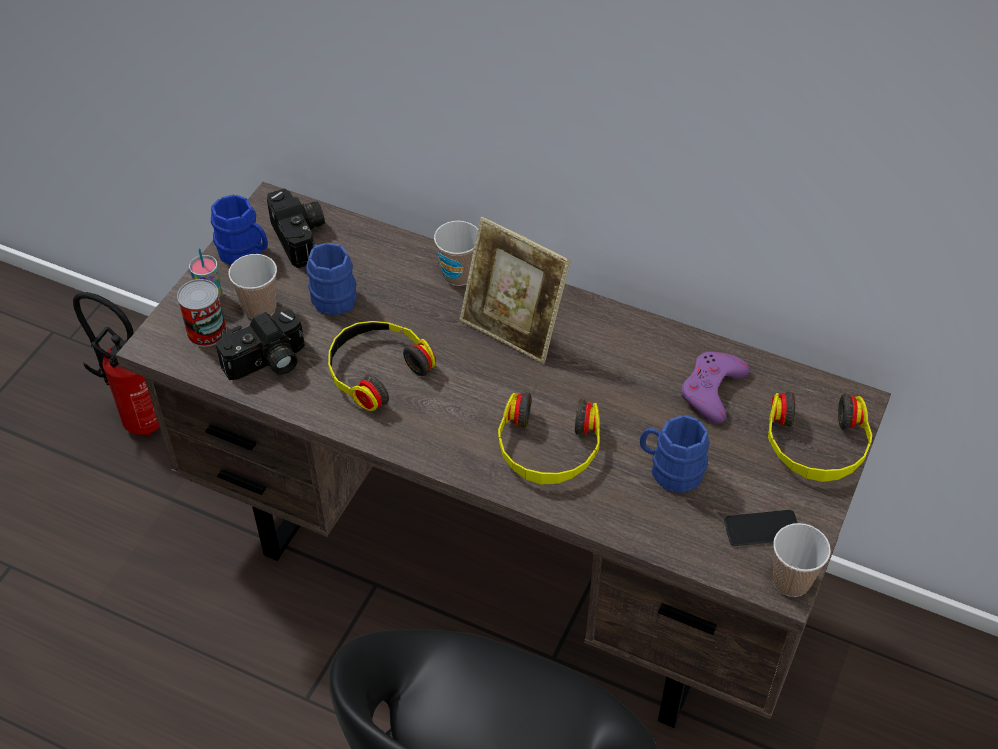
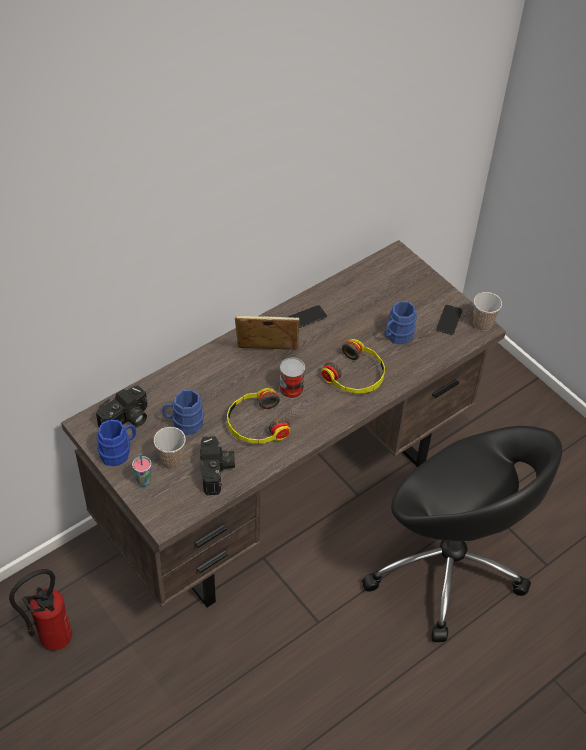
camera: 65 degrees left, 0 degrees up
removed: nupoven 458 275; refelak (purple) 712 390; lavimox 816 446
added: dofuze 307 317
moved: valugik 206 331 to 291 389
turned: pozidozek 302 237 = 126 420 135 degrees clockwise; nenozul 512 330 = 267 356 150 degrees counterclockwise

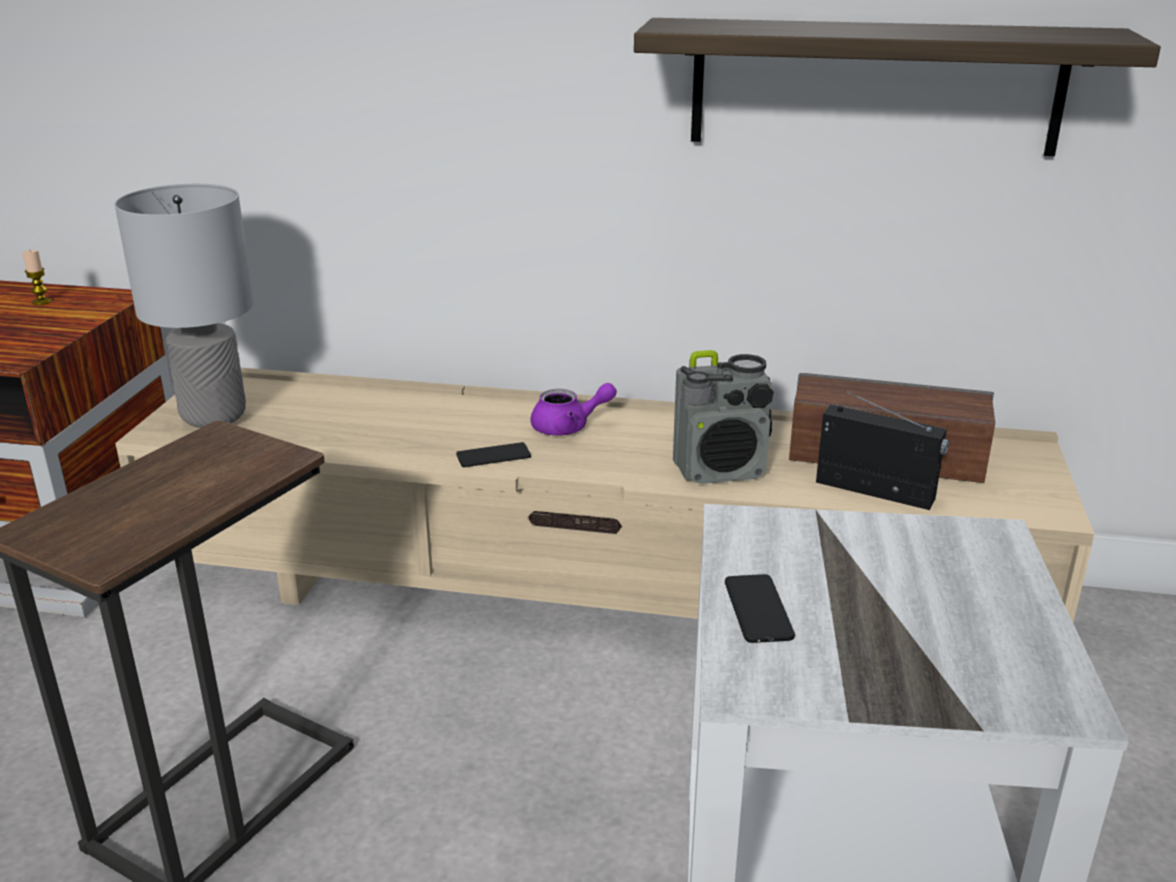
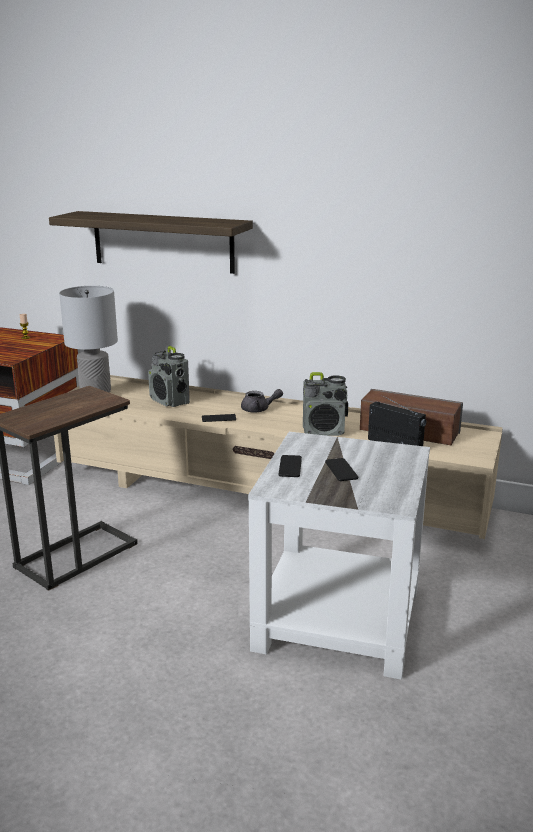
camera: 10 degrees right, 5 degrees down
added: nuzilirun 170 401; dofuze 341 470
moved: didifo 874 86 to 162 242
recoloured: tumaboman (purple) 568 427 to tumaboman (grey) 259 409

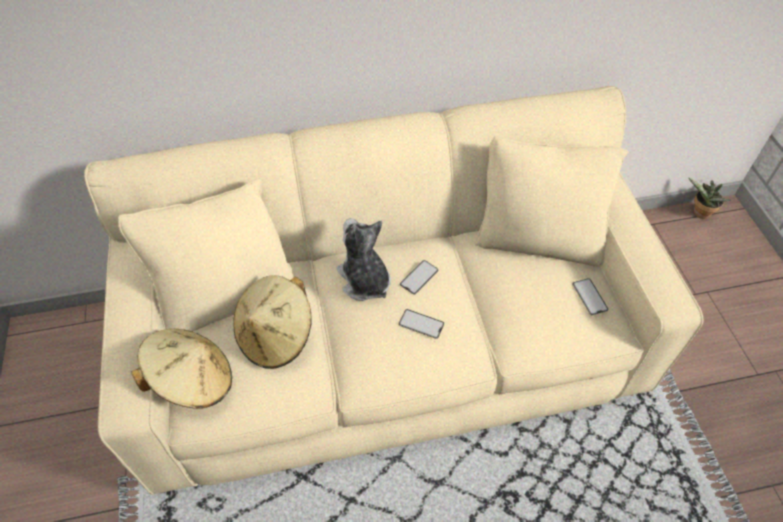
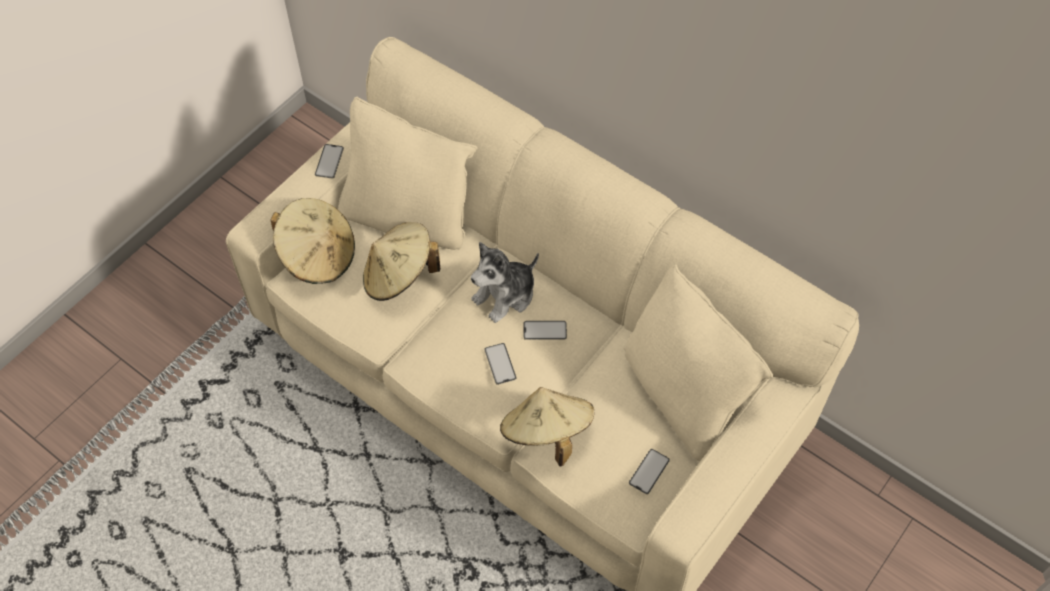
camera: 50 degrees right, 5 degrees up
removed: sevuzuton 699 214
added: dofuze 329 161; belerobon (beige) 546 434
turned: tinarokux 364 281 = 505 295 150 degrees counterclockwise

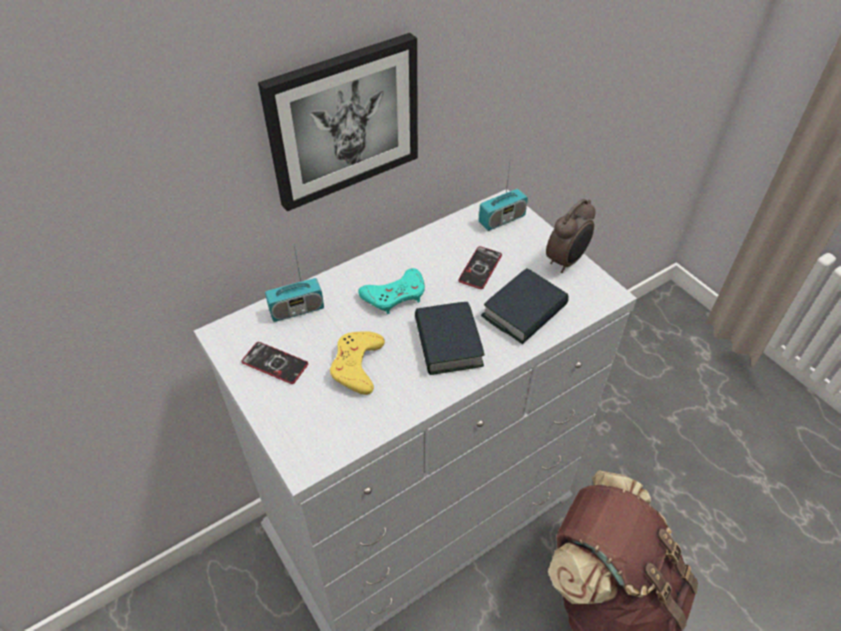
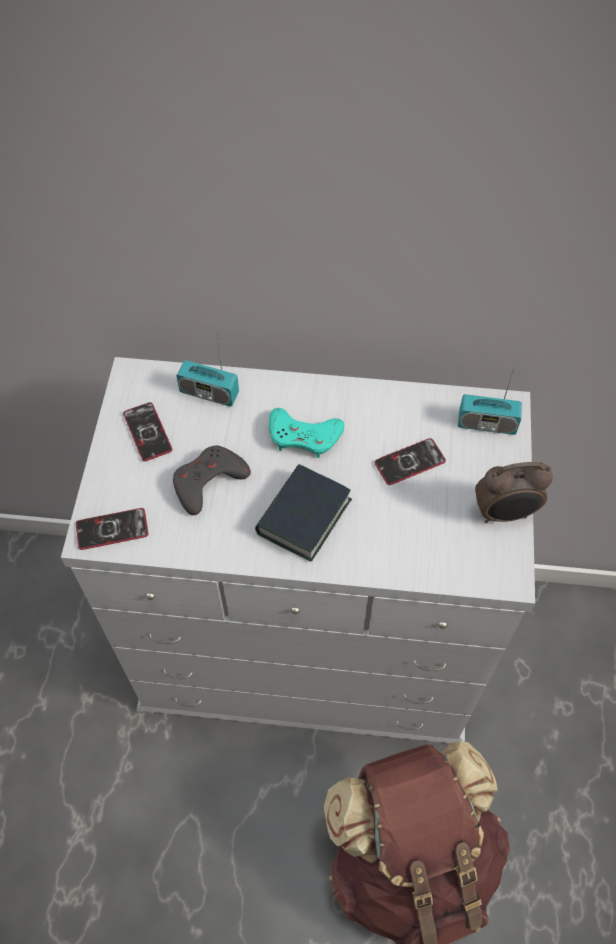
camera: 40 degrees right, 10 degrees up
removed: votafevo 343 121; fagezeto 524 312
added: dofuze 112 529
recoloured: refelak (yellow) 357 365 to refelak (grey) 208 481

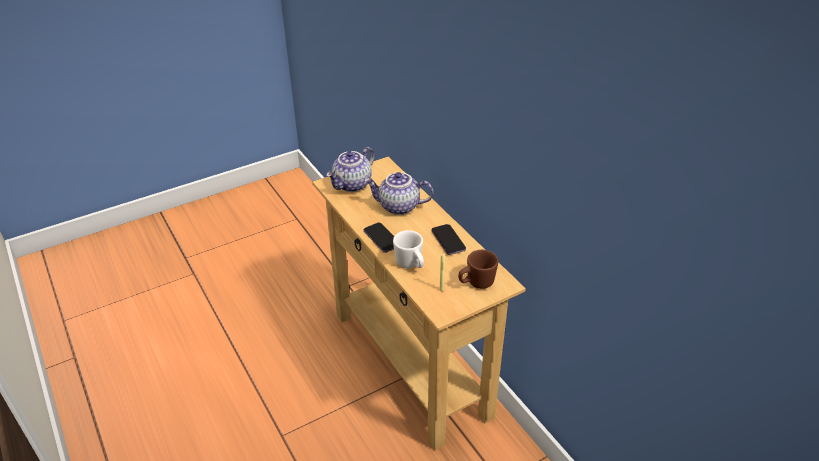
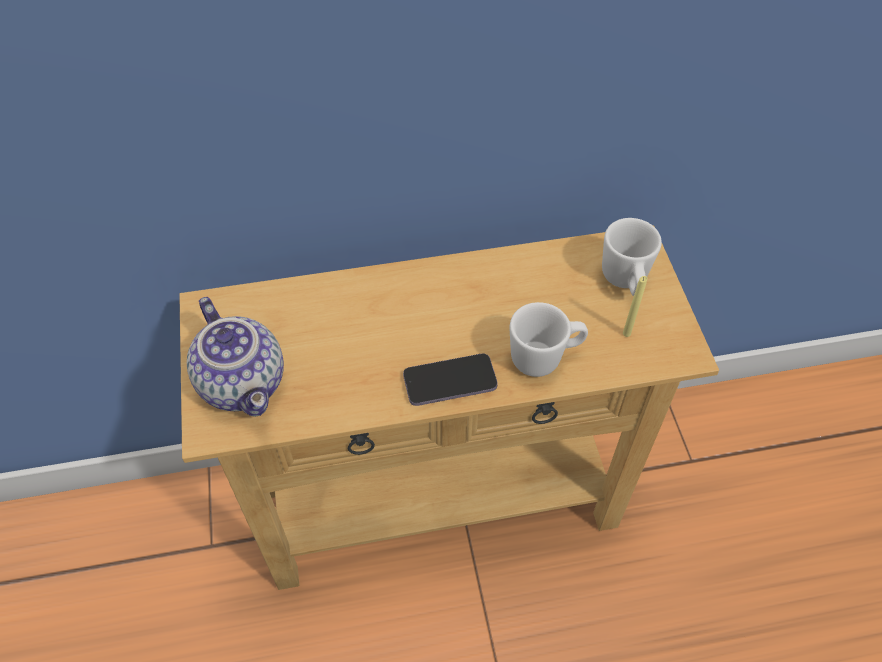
camera: 70 degrees left, 15 degrees up
removed: tumaboman 398 207; dofuze 448 241
recoloured: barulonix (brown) 476 283 to barulonix (white) 625 281

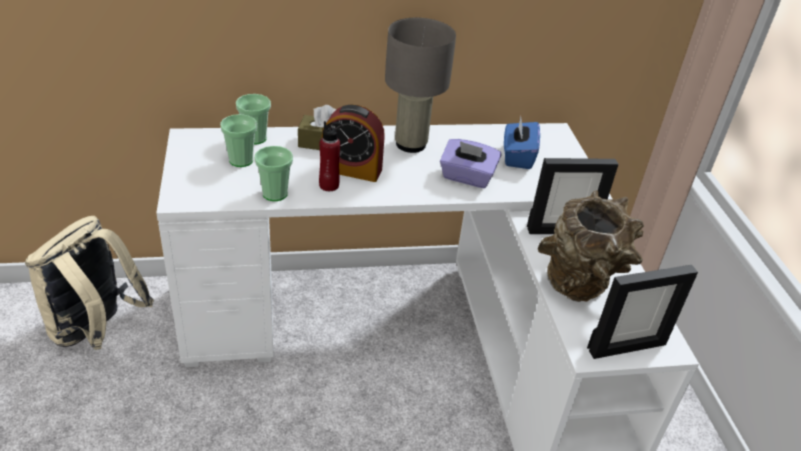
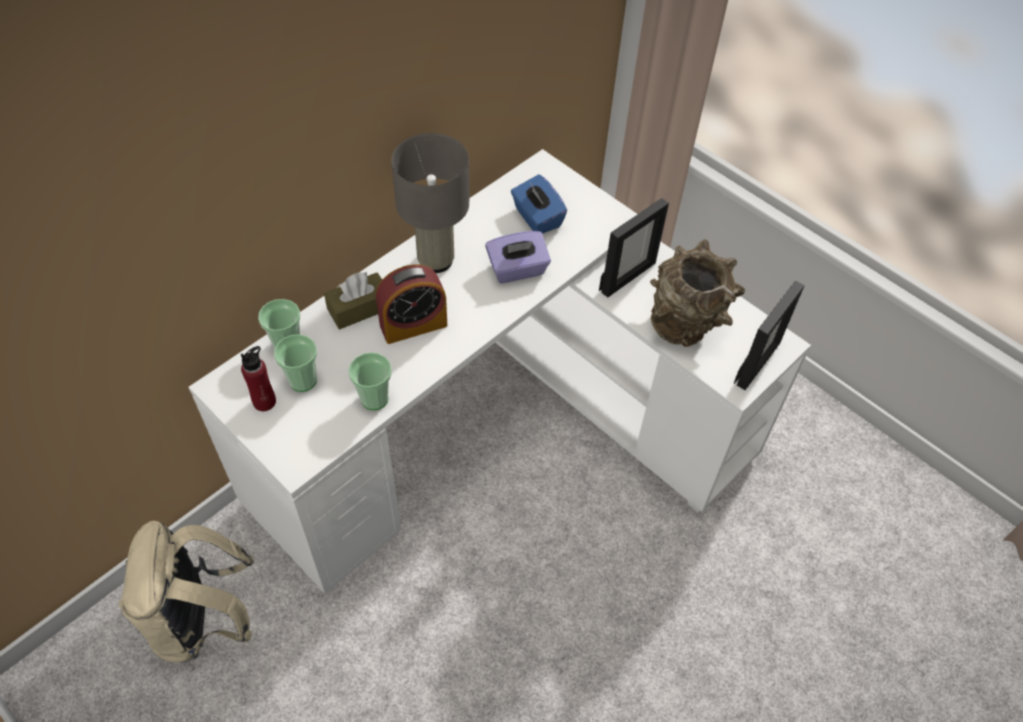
camera: 35 degrees left, 15 degrees up
moved: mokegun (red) 329 185 to 264 402

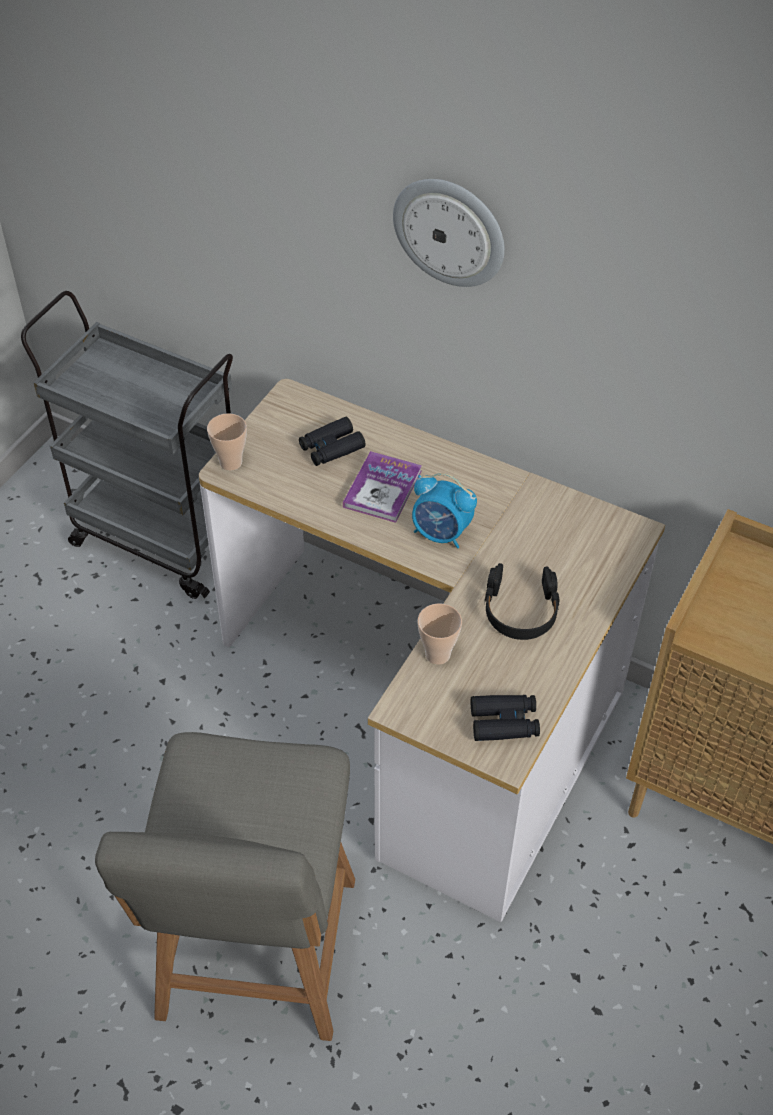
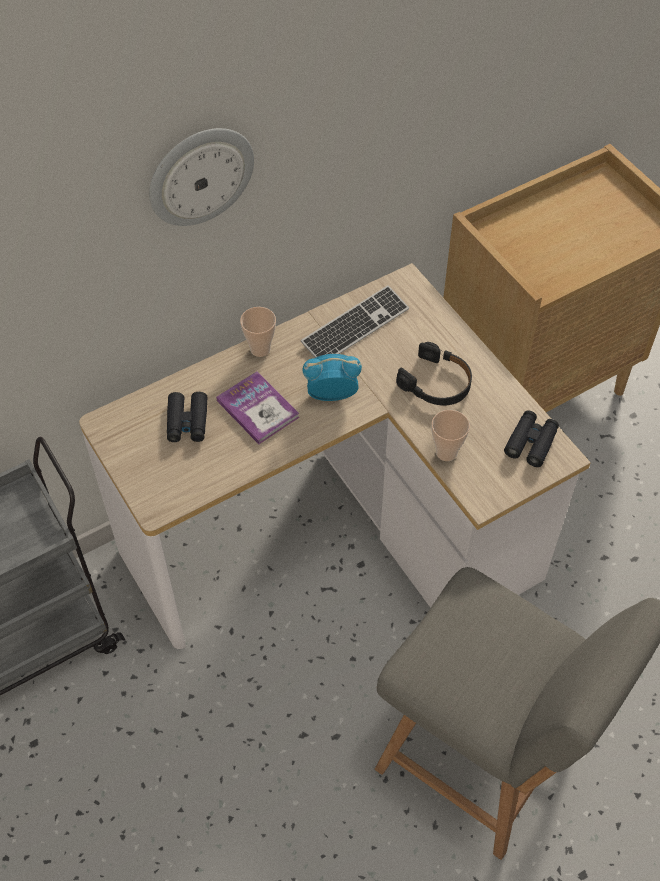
camera: 60 degrees left, 5 degrees up
added: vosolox 355 327
moved: nupoven 231 462 to 260 349
turned: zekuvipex 441 534 = 331 394 150 degrees counterclockwise

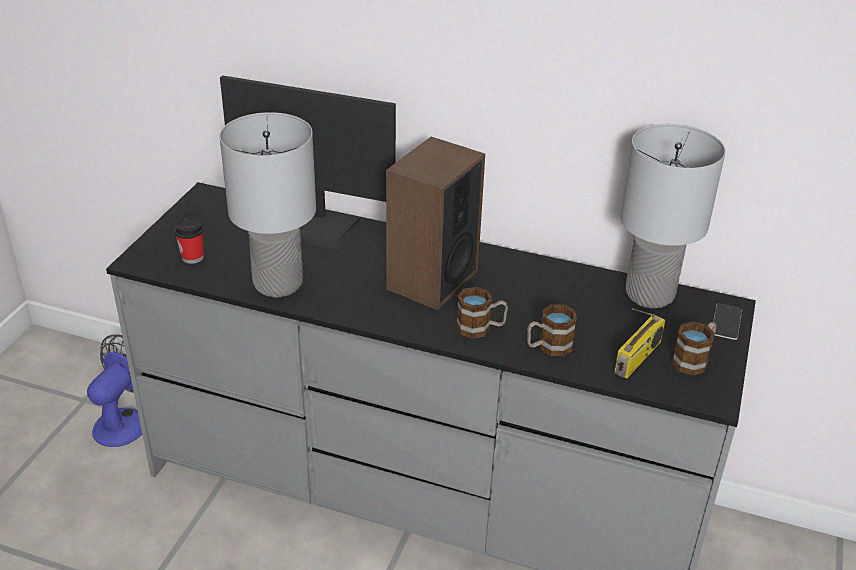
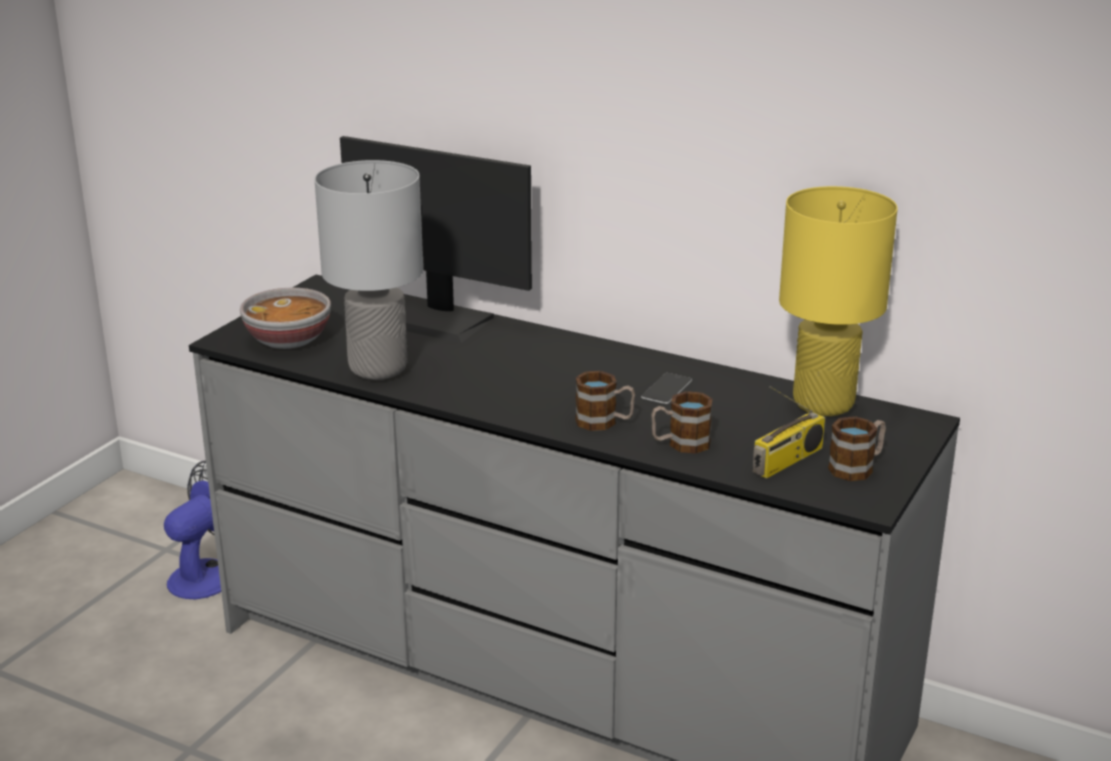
camera: 10 degrees right, 10 degrees down
removed: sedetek 432 280
moved: dofuze 726 322 to 666 389
replaced: nupoven 192 257 to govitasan 288 340
recoloured: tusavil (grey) 648 298 to tusavil (yellow) 822 407

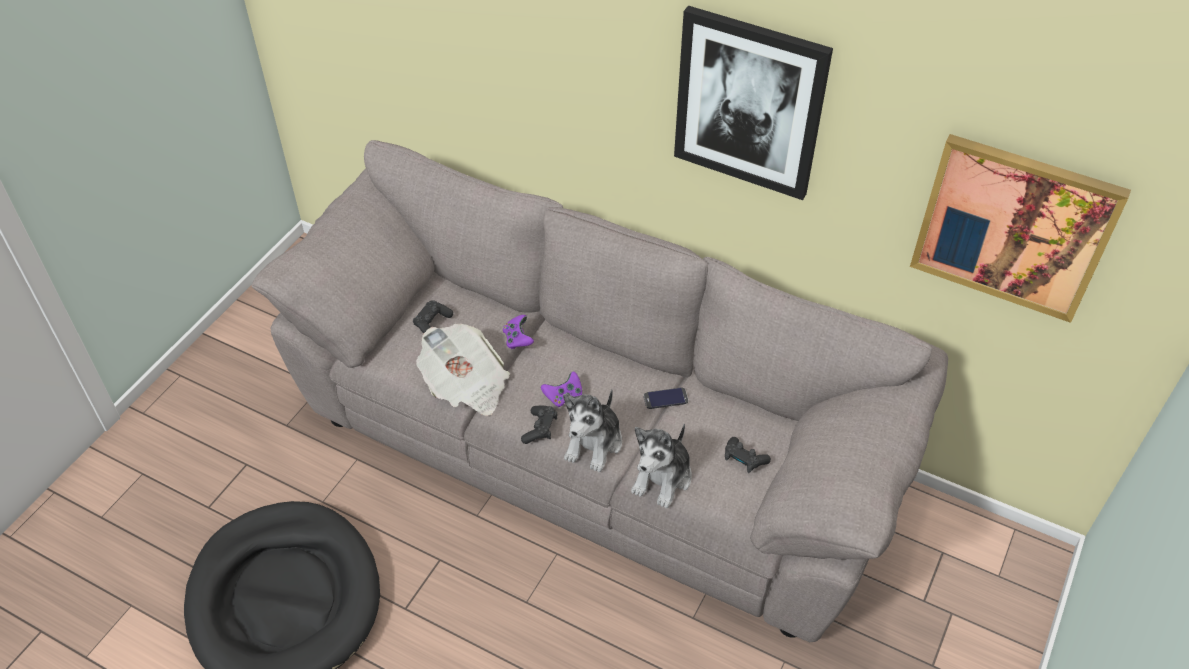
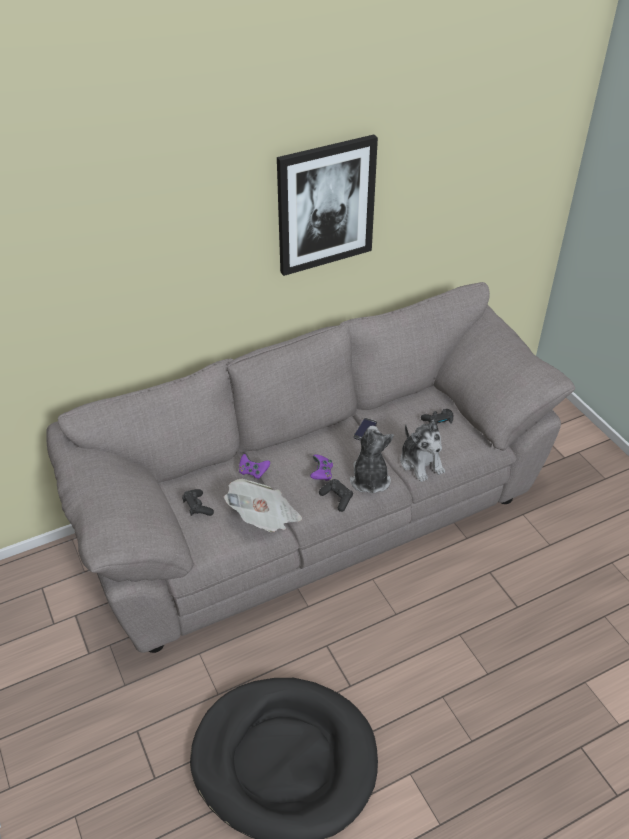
camera: 55 degrees left, 5 degrees down
removed: votafevo 1013 227
turned: tinarokux 594 443 = 369 479 150 degrees counterclockwise

